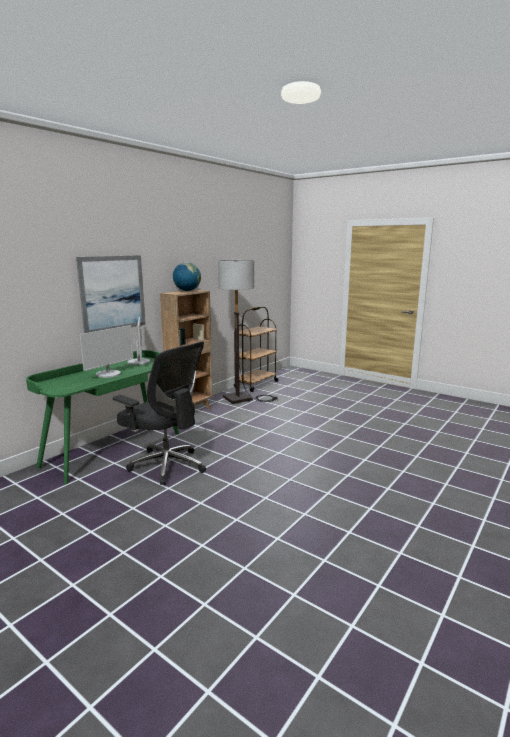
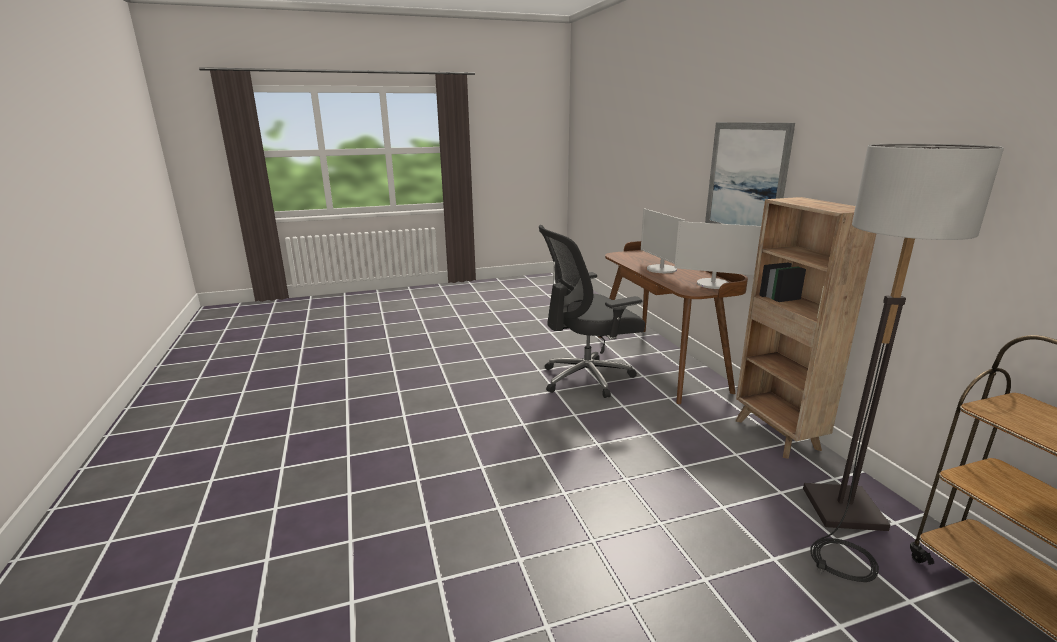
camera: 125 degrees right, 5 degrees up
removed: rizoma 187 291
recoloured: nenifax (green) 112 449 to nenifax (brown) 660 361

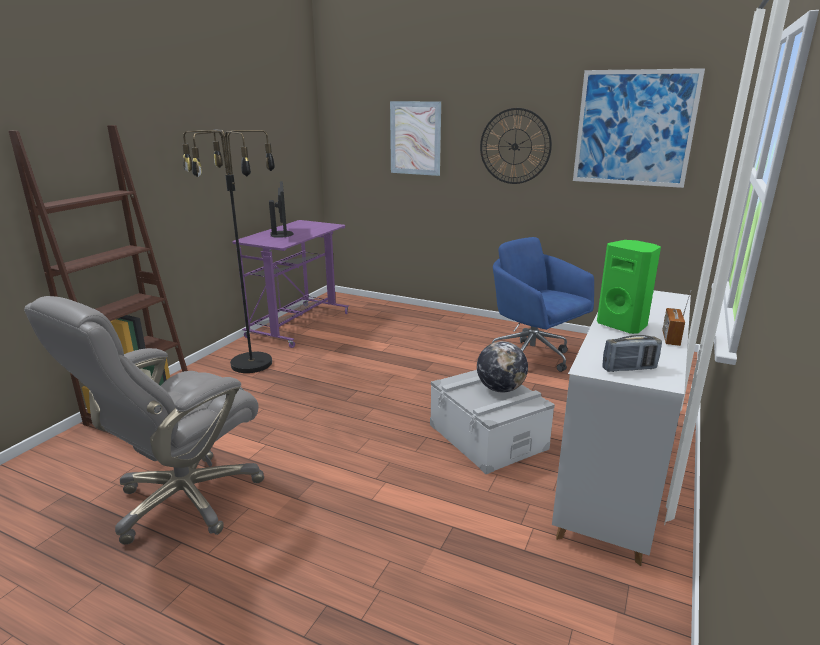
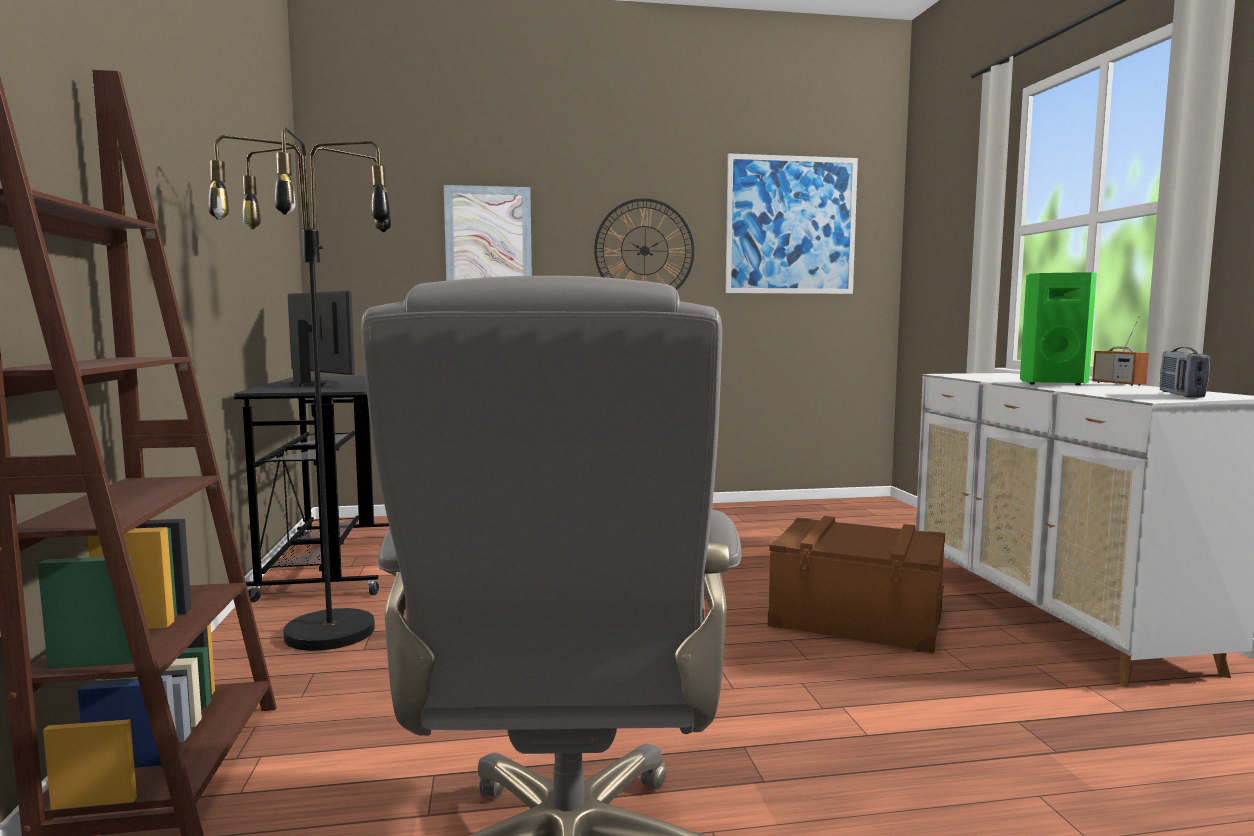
camera: 35 degrees left, 15 degrees down
removed: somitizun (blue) 534 359; rizoma 500 389
recoloured: nenifax (purple) 299 325 to nenifax (black) 334 565; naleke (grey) 488 436 to naleke (brown) 857 616
turned: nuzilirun 629 368 = 1181 395 150 degrees clockwise

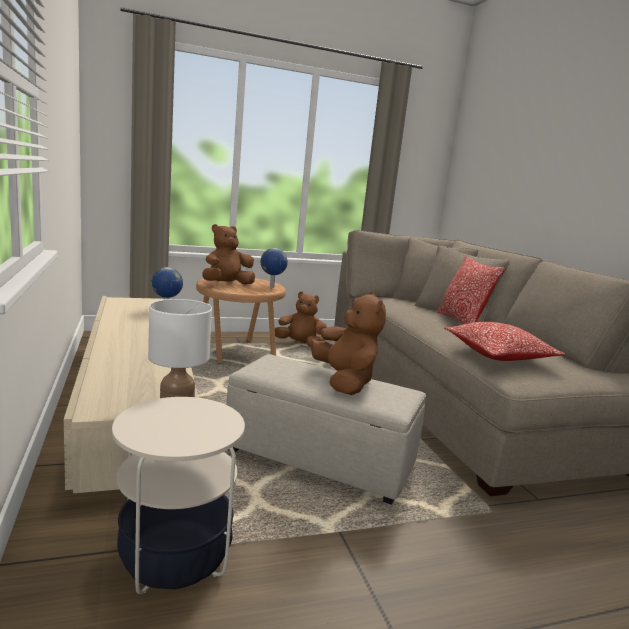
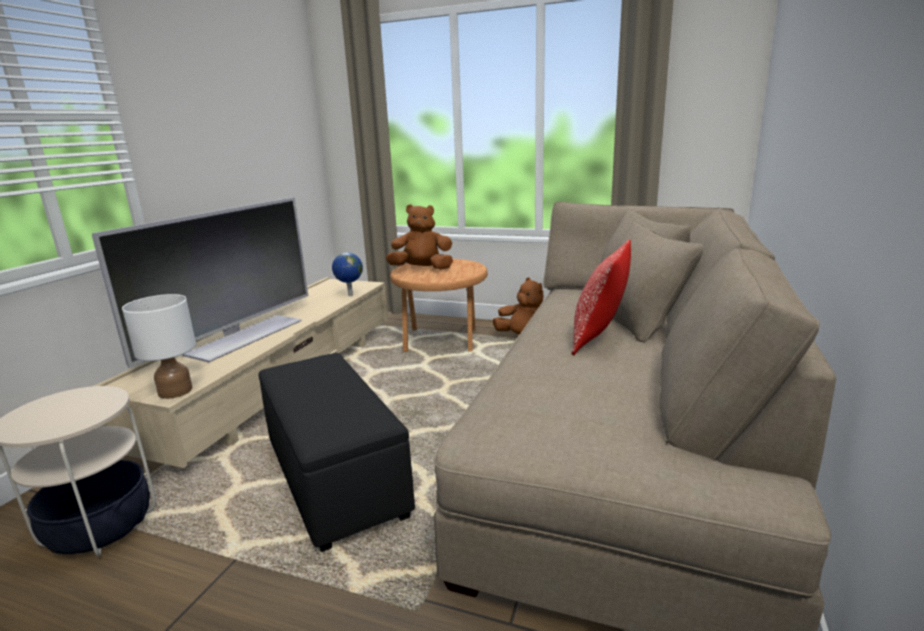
camera: 40 degrees right, 5 degrees up
removed: rizoma 272 287; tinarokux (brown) 344 382; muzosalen 498 355
added: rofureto 244 337
recoloured: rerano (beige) 318 459 to rerano (black) 335 477

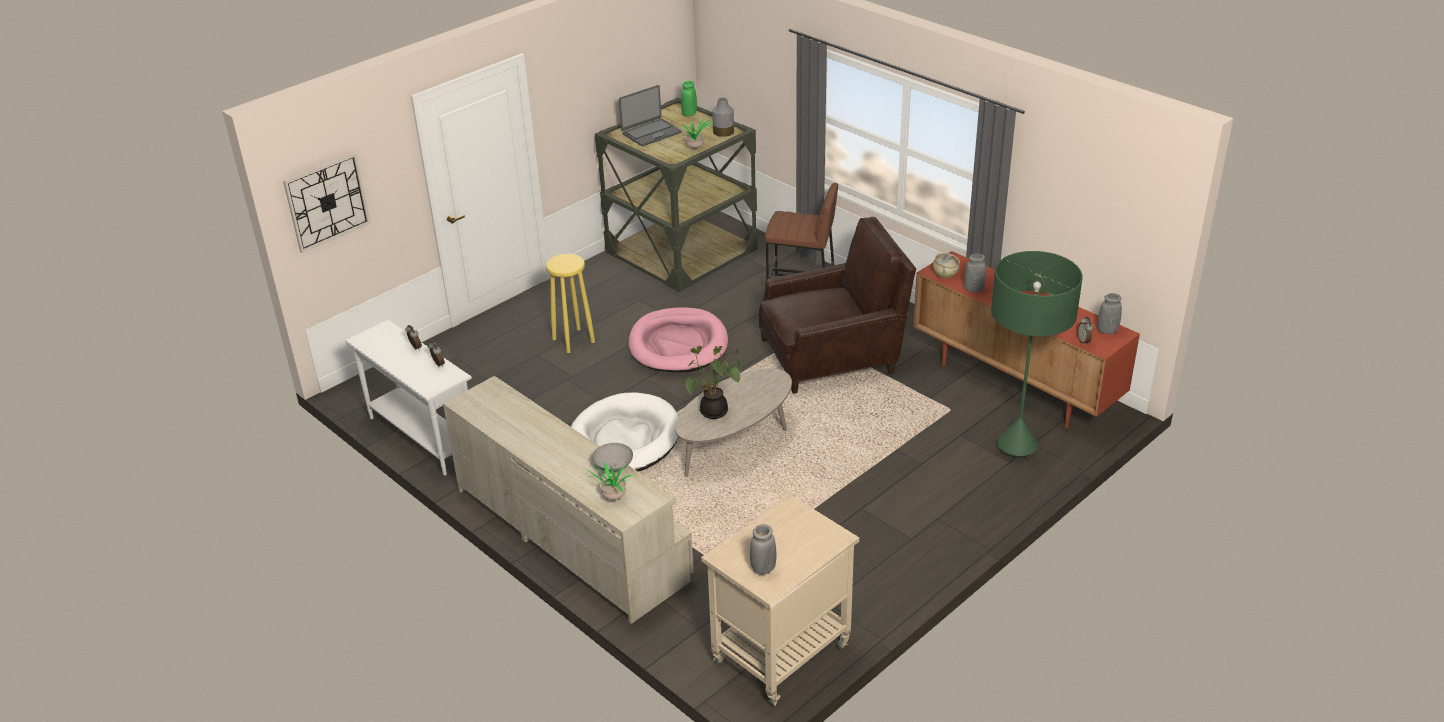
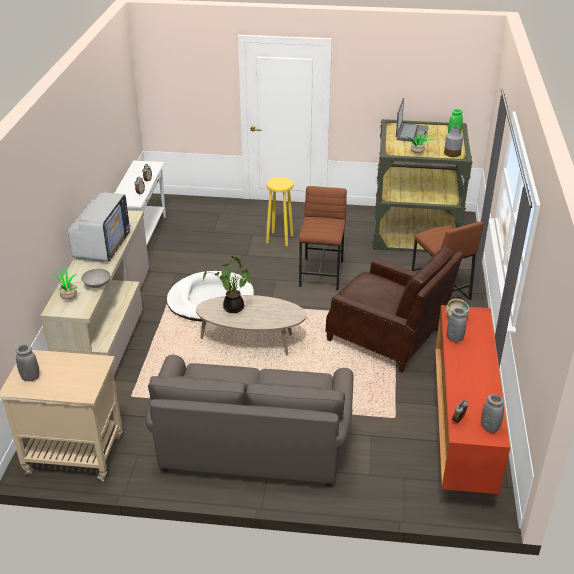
camera: 50 degrees right, 0 degrees up
removed: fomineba 327 202; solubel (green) 1017 447
added: rofureto 102 246; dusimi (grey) 253 443
replaced: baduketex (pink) 678 345 to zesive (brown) 321 274
turned: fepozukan 651 133 = 411 133 90 degrees counterclockwise

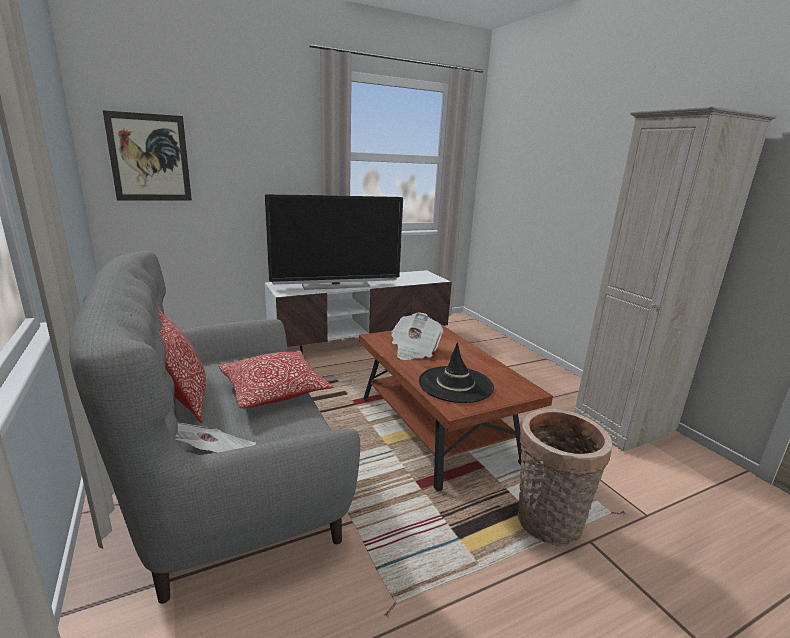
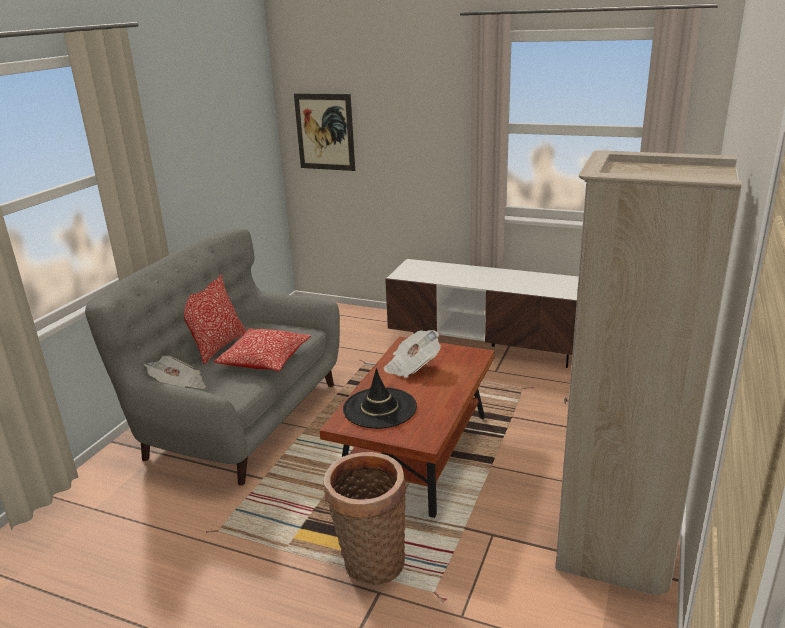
camera: 50 degrees right, 5 degrees up
removed: rofureto 335 285

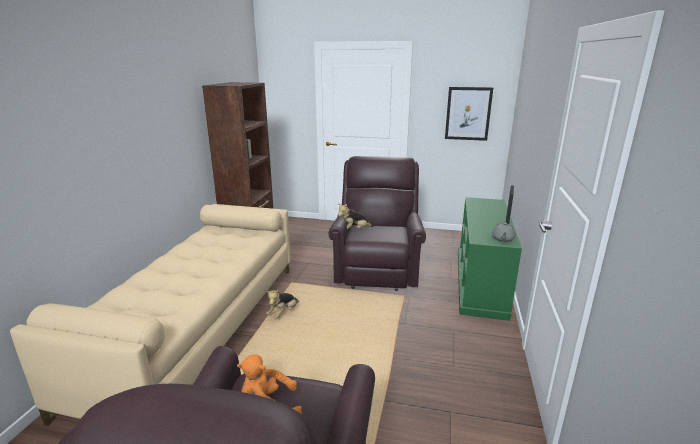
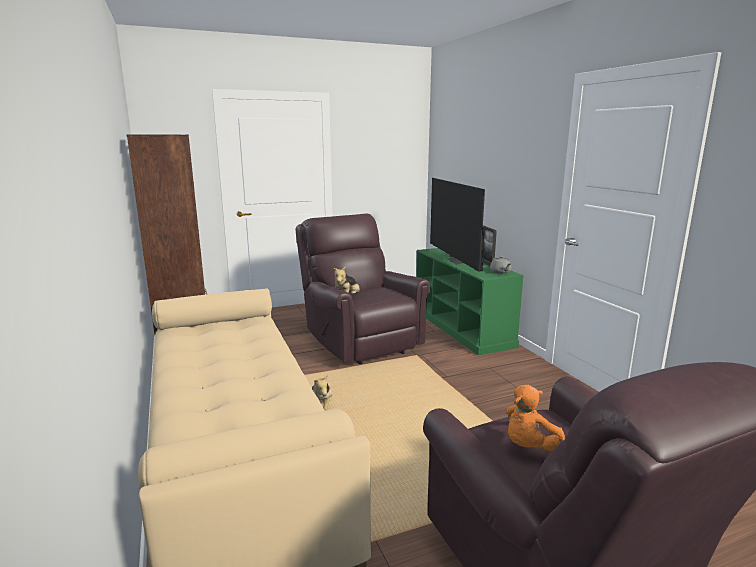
camera: 35 degrees left, 5 degrees down
removed: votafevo 468 113
added: rofureto 459 261

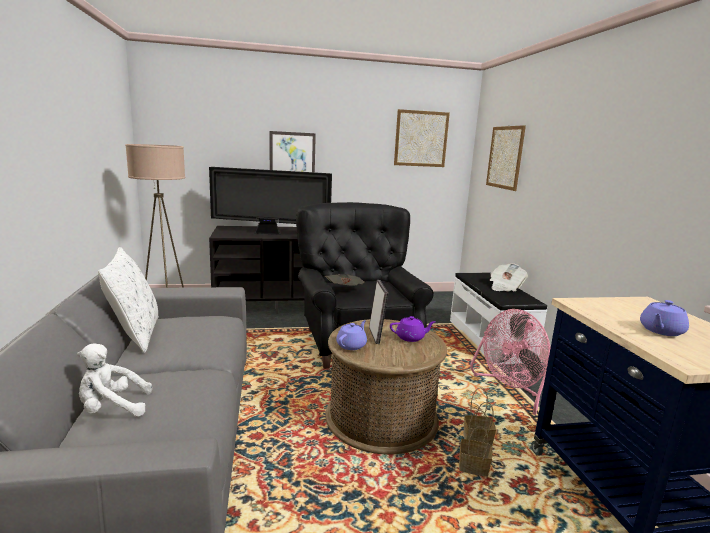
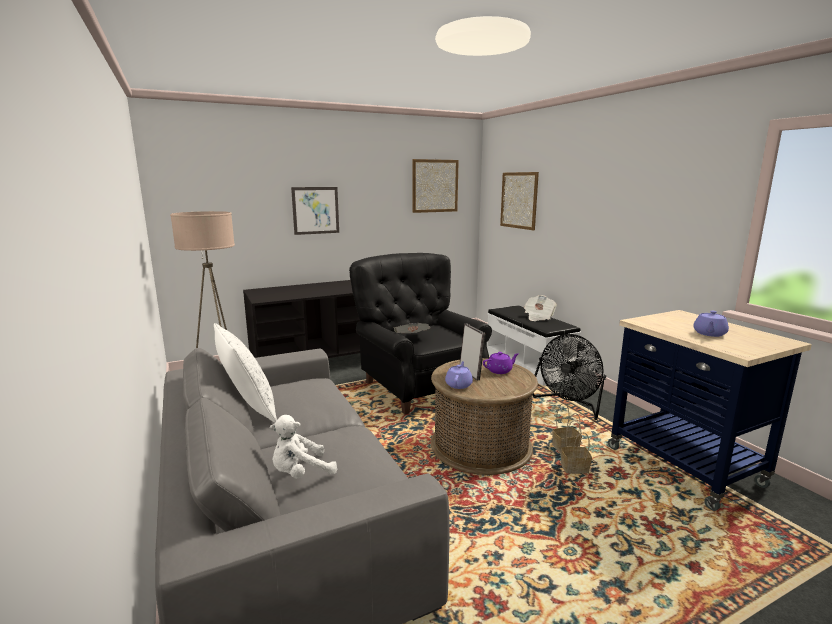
camera: 15 degrees left, 0 degrees up
removed: rofureto 270 233
recoloured: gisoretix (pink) 511 389 to gisoretix (black) 568 403

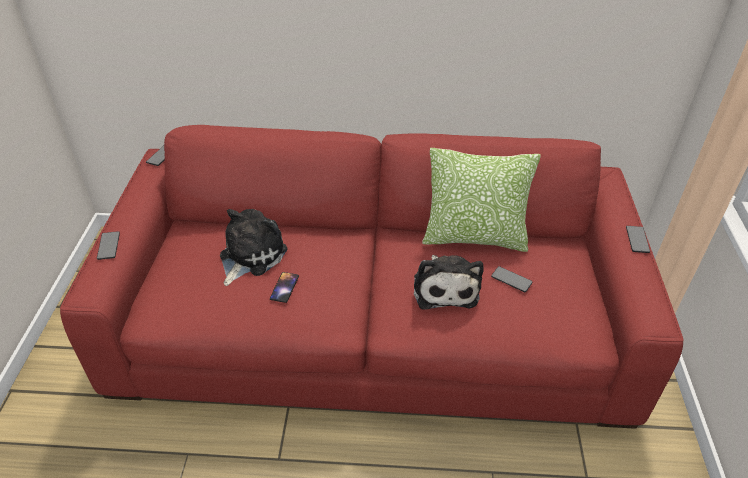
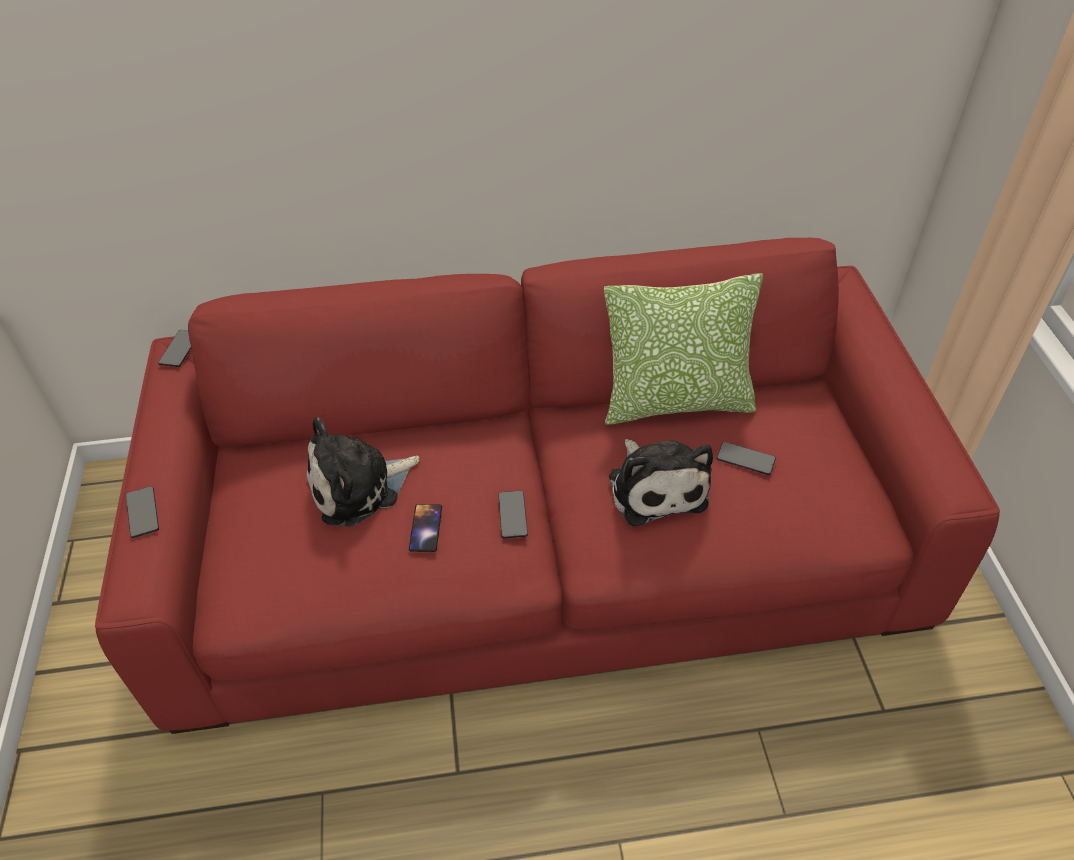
camera: 10 degrees left, 5 degrees up
moved: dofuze 637 240 to 512 515
turned: tinarokux 250 256 = 359 486 135 degrees counterclockwise

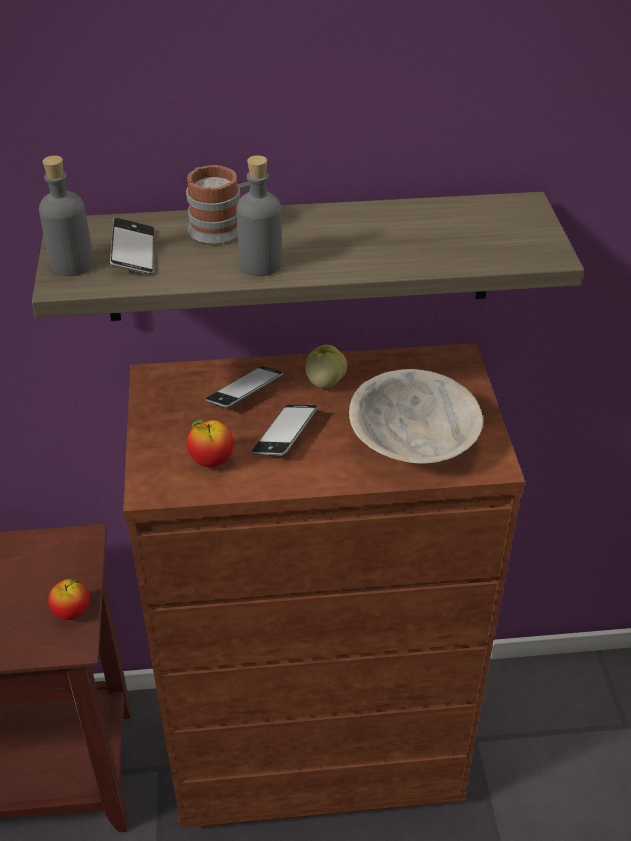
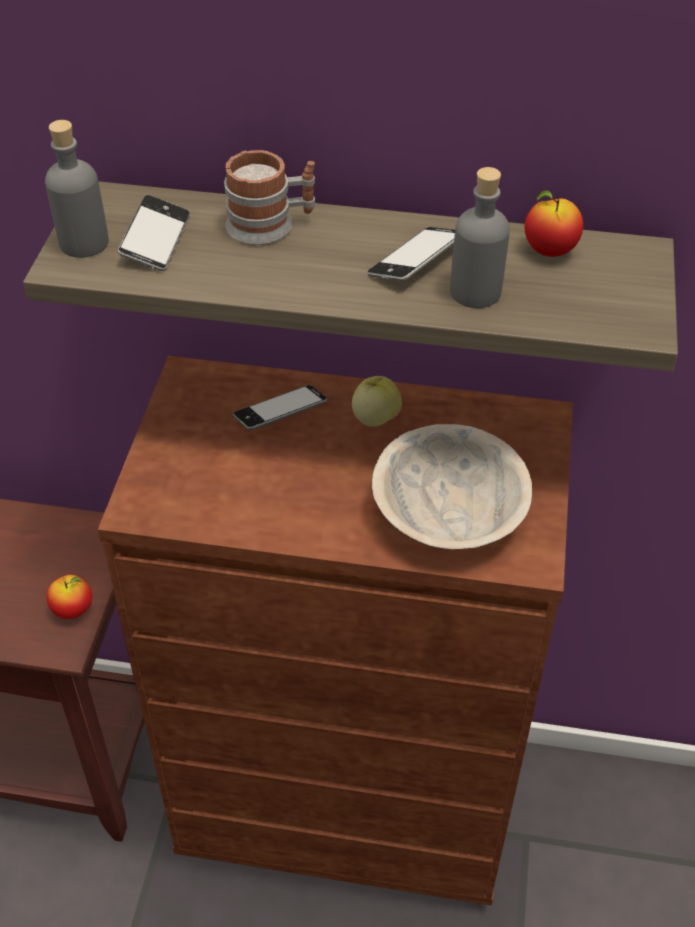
camera: 15 degrees right, 5 degrees up
moved: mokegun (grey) 260 264 to 475 292; dofuze 285 435 to 415 261; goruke 211 461 to 549 251

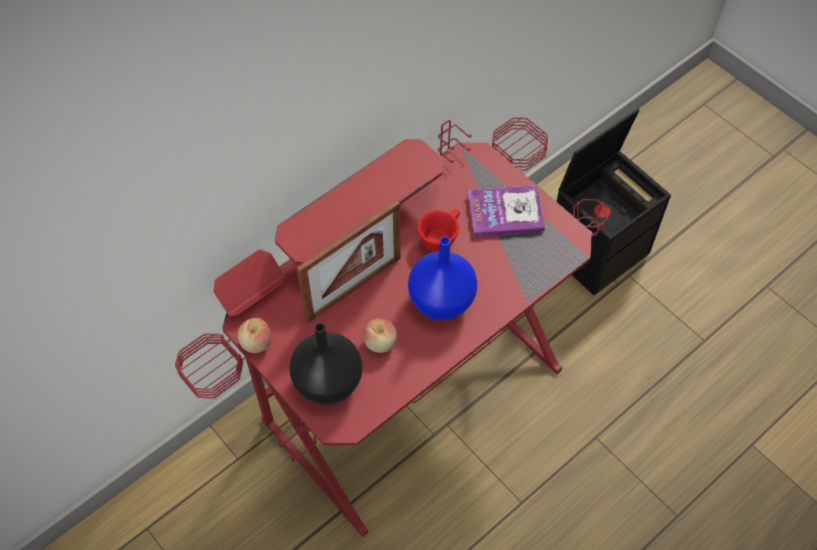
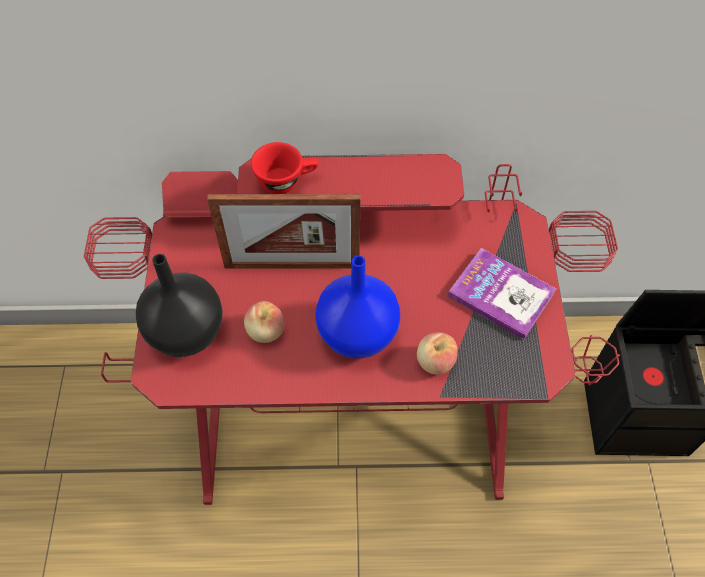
camera: 40 degrees right, 0 degrees up
moved: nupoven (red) 440 237 to 286 180; goruke 256 343 to 435 362

